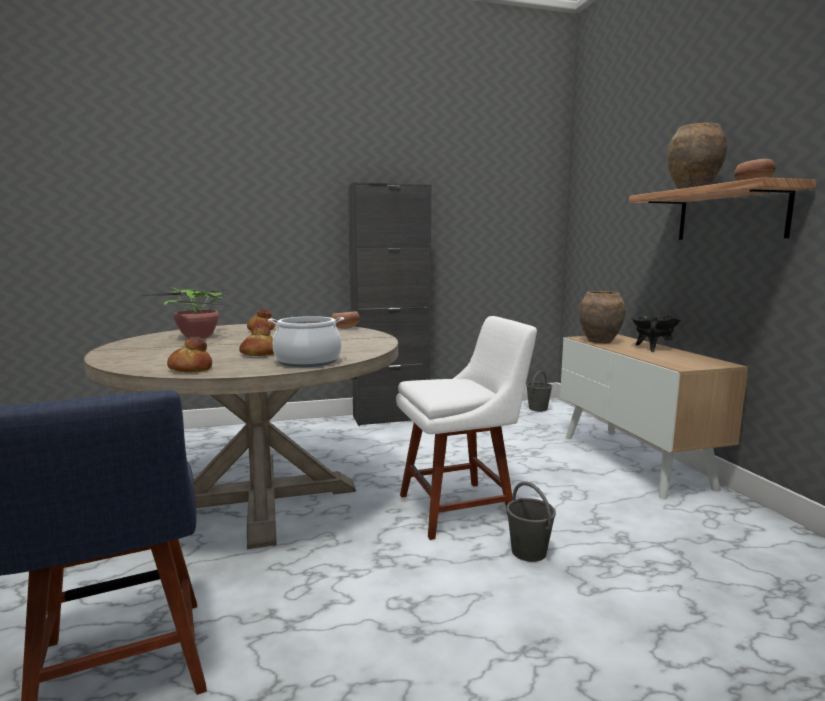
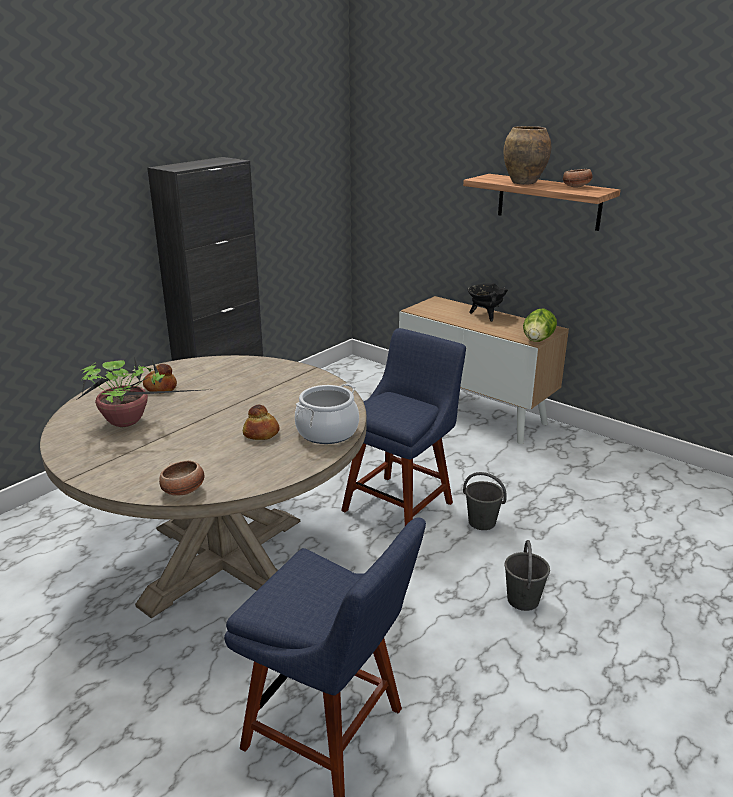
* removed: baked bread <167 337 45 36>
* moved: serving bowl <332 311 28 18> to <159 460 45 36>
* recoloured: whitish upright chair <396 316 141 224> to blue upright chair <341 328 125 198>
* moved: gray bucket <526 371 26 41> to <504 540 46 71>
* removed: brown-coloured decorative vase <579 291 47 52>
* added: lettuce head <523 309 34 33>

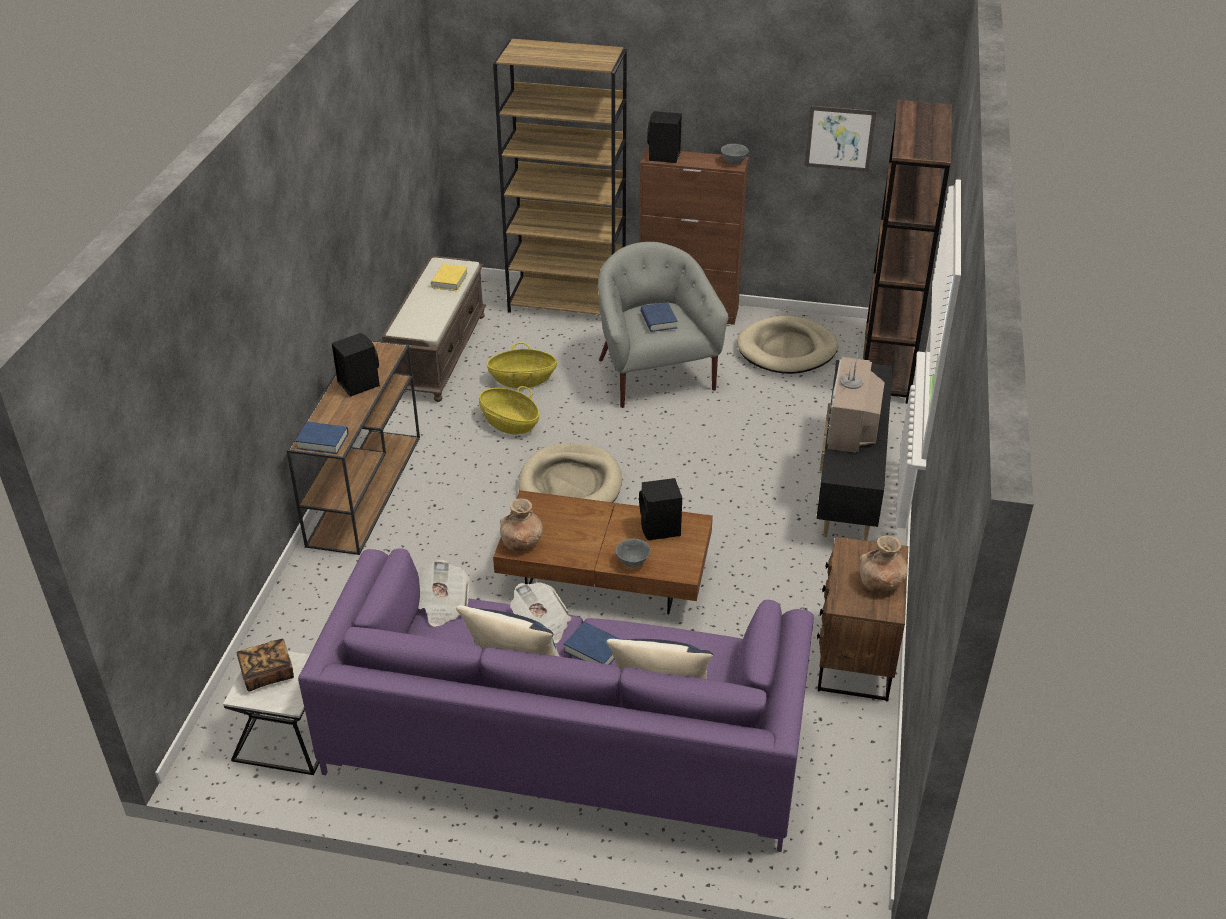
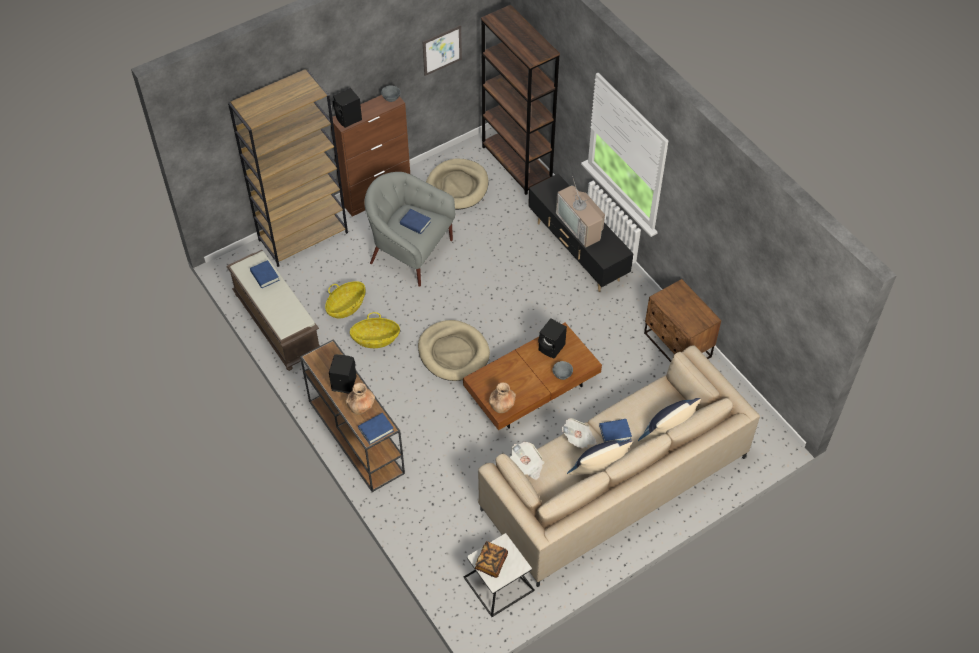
* recoloured: purplish sofa <298 548 516 304> to sand-coloured sofa <478 345 282 242>
* recoloured: yellow volume <431 264 37 27> to blue volume <250 260 30 28>
* moved: brown-coloured decorative vase <860 536 48 56> to <345 383 30 32>

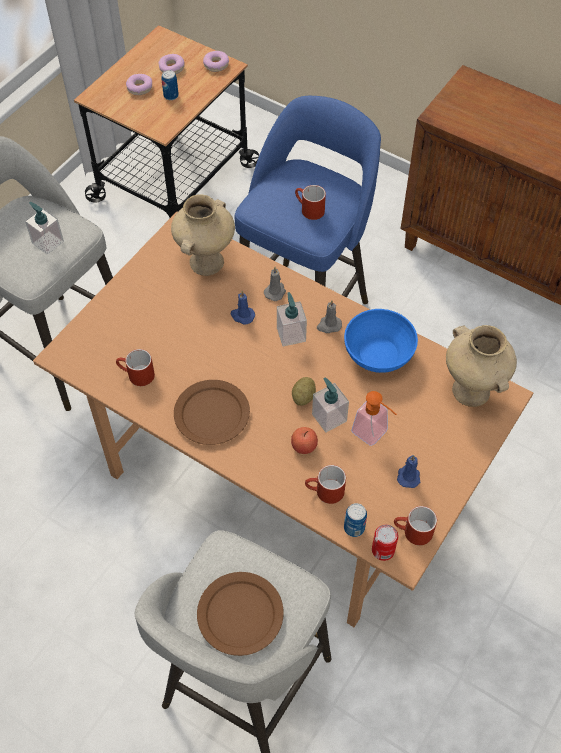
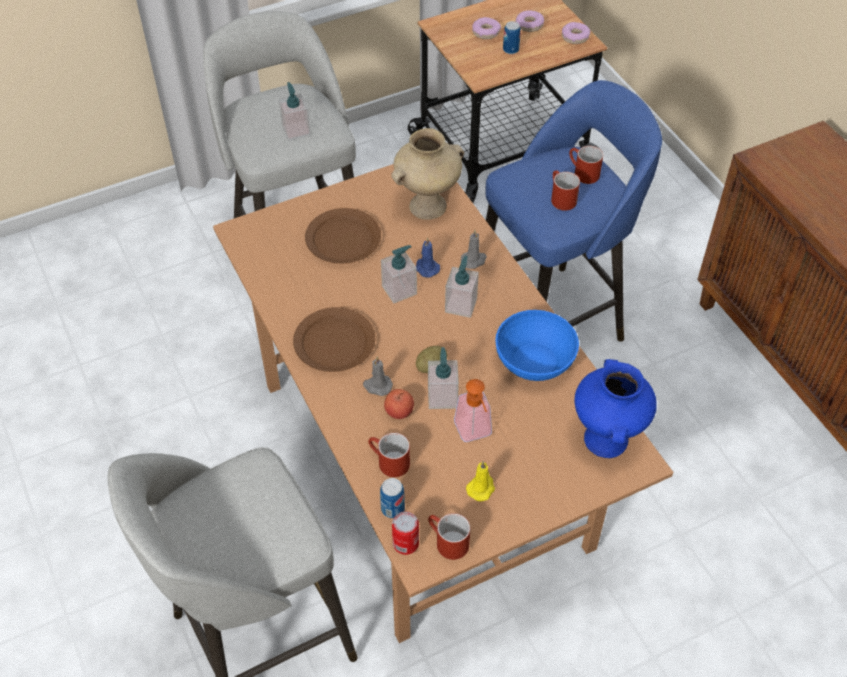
* moved: red-coloured coffee mug <116 349 39 37> to <569 146 34 38>
* moved: brown-coloured plate <197 572 87 84> to <305 208 76 56>
* moved: gray wax light <317 300 25 33> to <363 357 30 39>
* recoloured: blue wax light <397 455 23 33> to yellow wax light <466 461 29 41>
* recoloured: sand-coloured decorative vase <446 325 71 82> to blue decorative vase <575 359 82 99>
* added: soap dispenser <381 245 36 58>

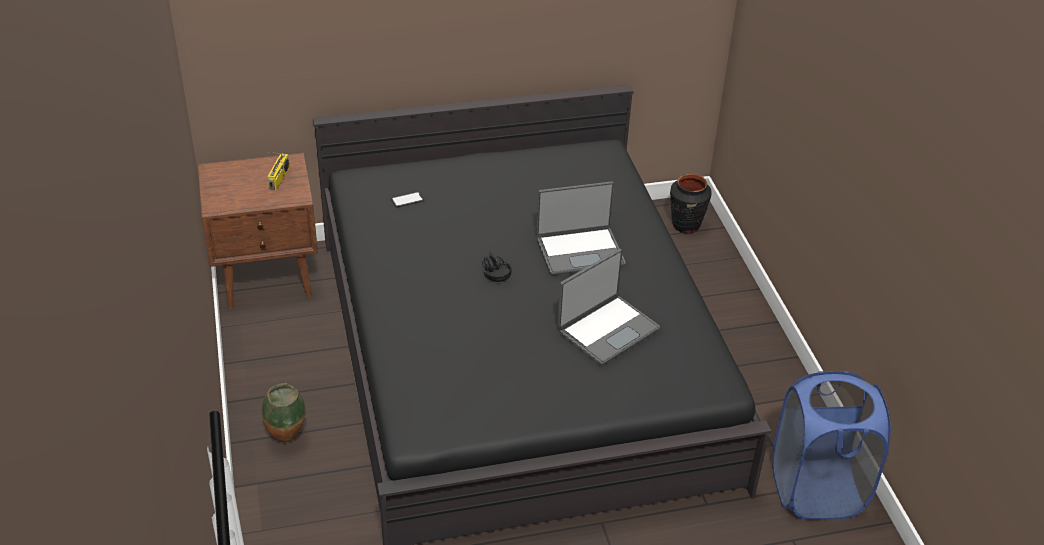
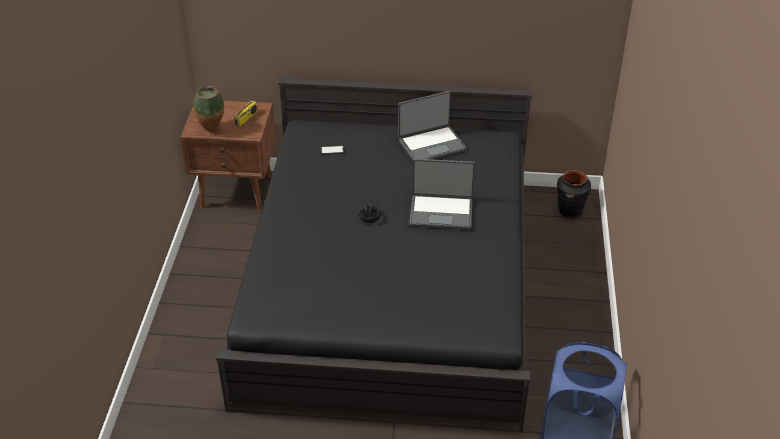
* moved: decorative vase <262 383 44 60> to <193 86 31 45>
* moved: laptop <557 249 103 117> to <398 91 69 69>

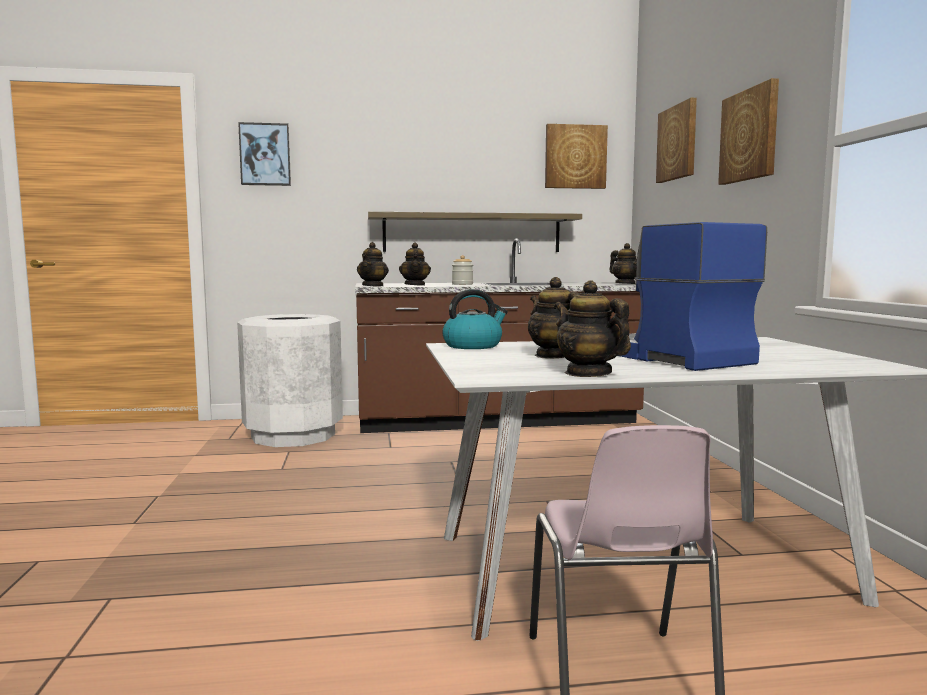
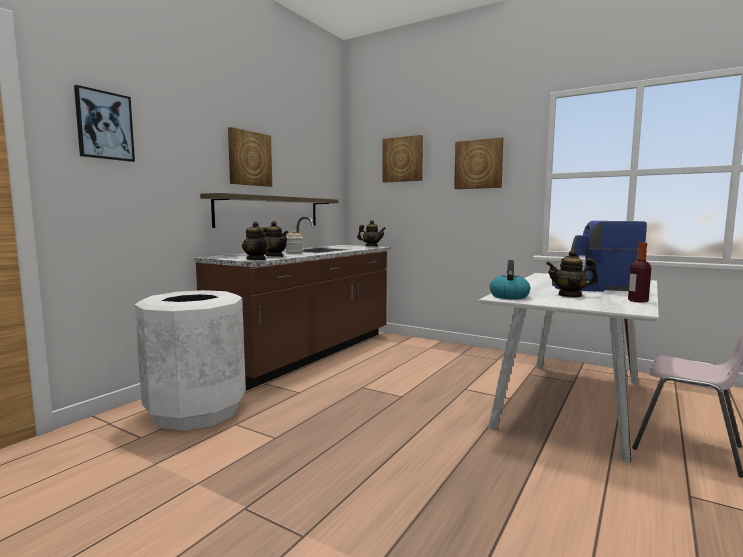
* moved: wall art <545 124 63 65> to <228 127 44 60>
* replaced: tea pot <554 280 77 97> to bottle <628 242 23 61>

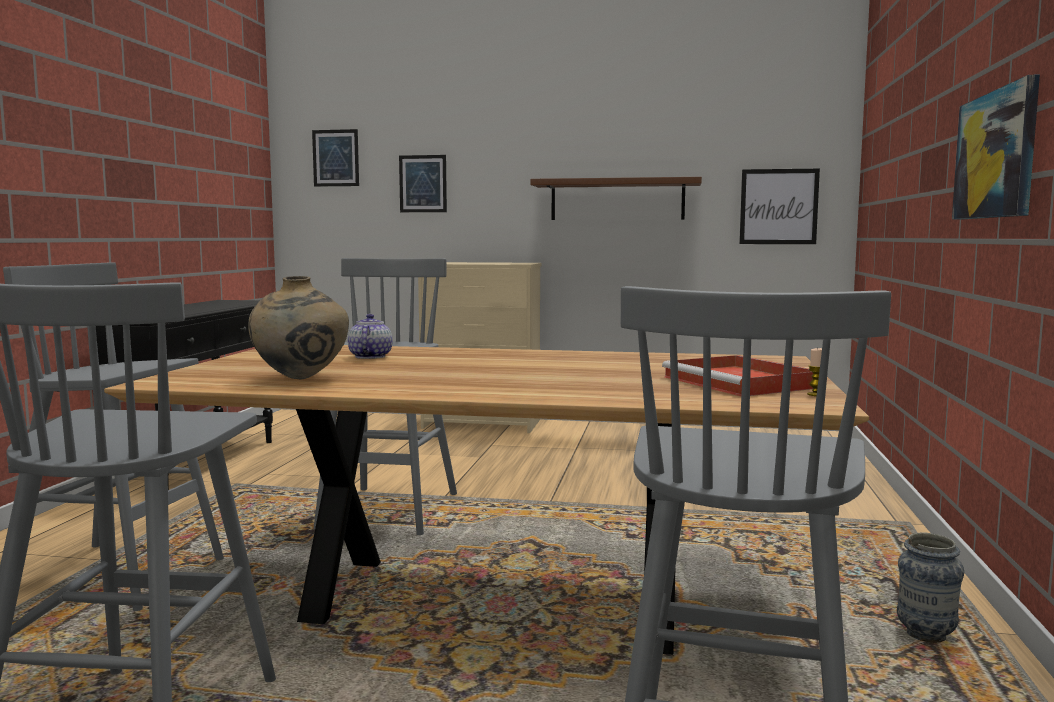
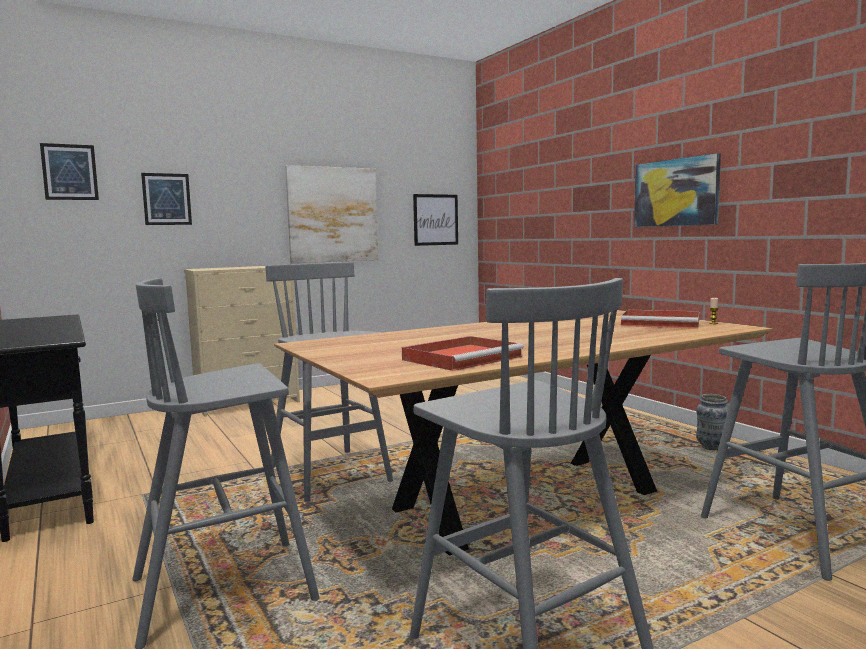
* replaced: sand-coloured decorative vase <248 276 101 103> to red-coloured carrying tray <402 336 122 35>
* removed: tea pot <348 314 45 45>
* replaced: brown-coloured shelf <530 177 172 43> to wall art <285 165 93 98>

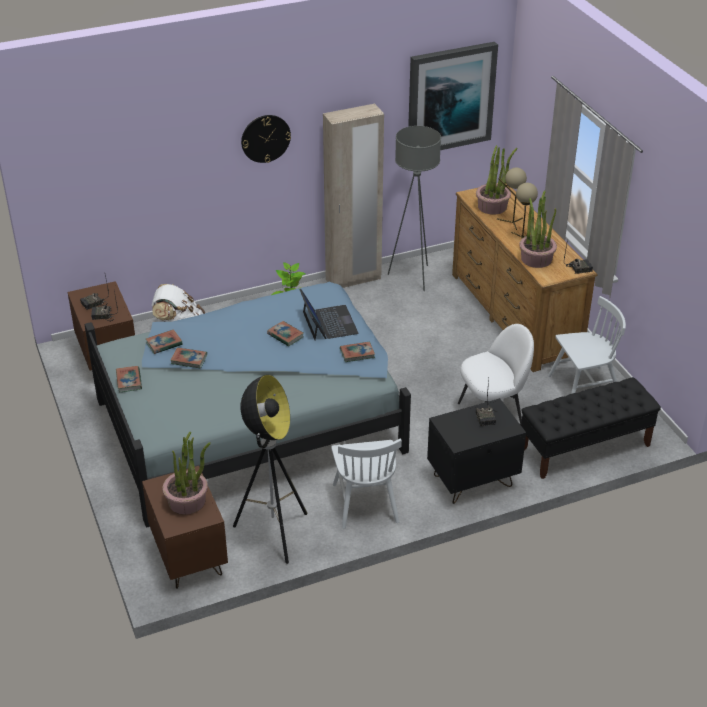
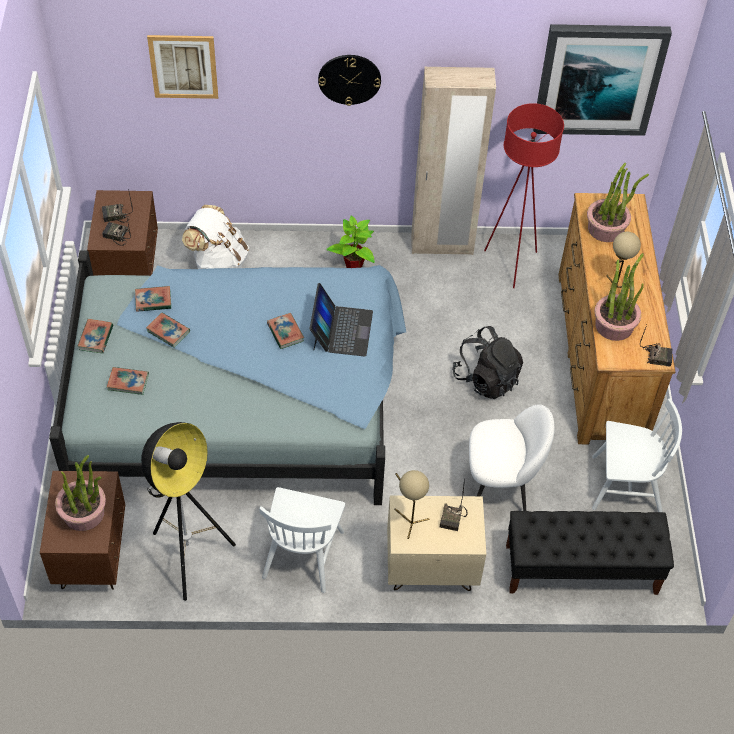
* moved: volume <340 342 35 20> to <107 367 42 28>
* recoloured: gray standing lamp <388 126 53 165> to red-coloured standing lamp <484 103 80 185>
* recoloured: blackish night table <427 398 99 106> to sand-coloured night table <387 496 99 95>
* moved: sand-coloured table lamp <497 167 30 63> to <394 470 35 69>
* added: wall art <147 35 71 64>
* added: blackish knapsack <452 326 71 73>

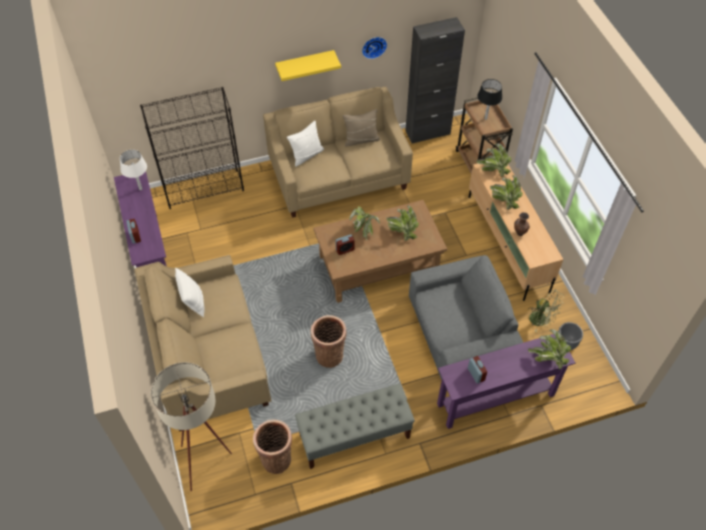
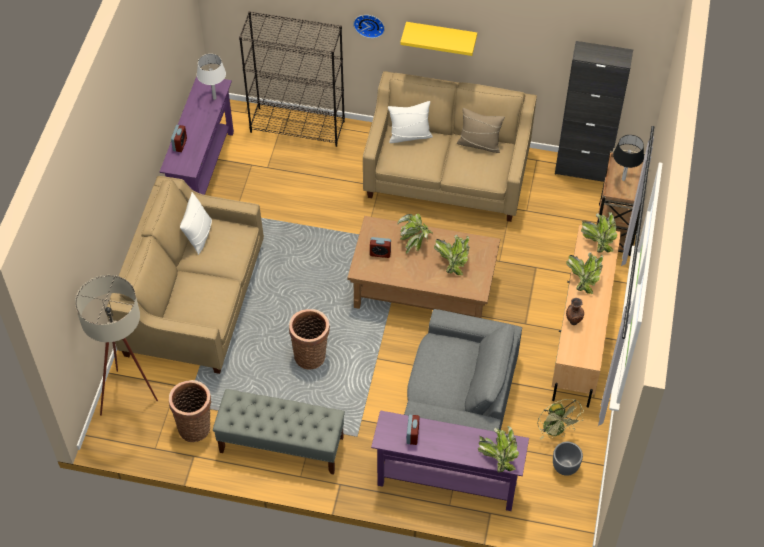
* moved: clock on the wall <362 37 25 22> to <353 15 32 23>

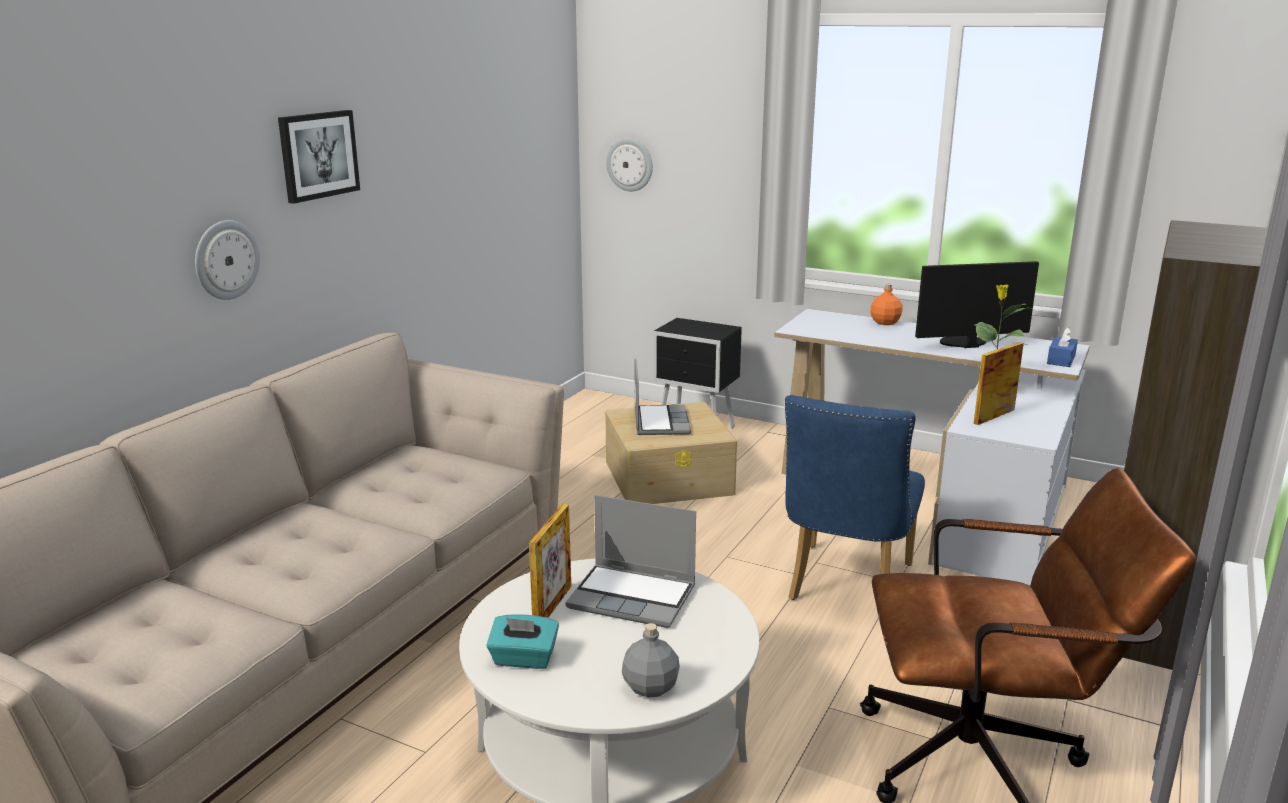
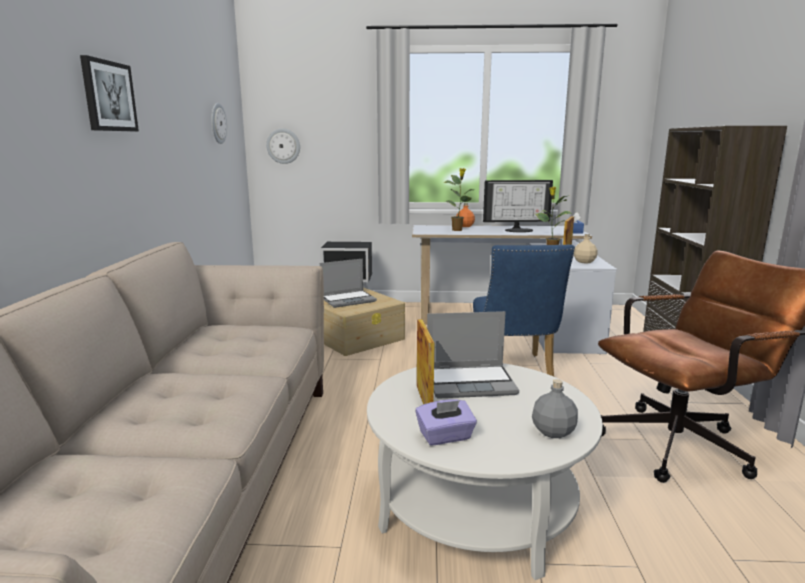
* moved: clock on the wall <195 220 65 80> to <211 103 16 41>
* recoloured: turquoise tissue holder <486 614 73 55> to purplish tissue holder <415 399 62 47>
* turned: laptop <635 358 56 77> = <320 259 57 49> 90 degrees clockwise
* turned: monitor <915 261 124 87> = <483 180 70 53> 150 degrees counterclockwise
* added: potted plant <444 168 29 63>
* added: sand-coloured bottle <574 234 24 29>

